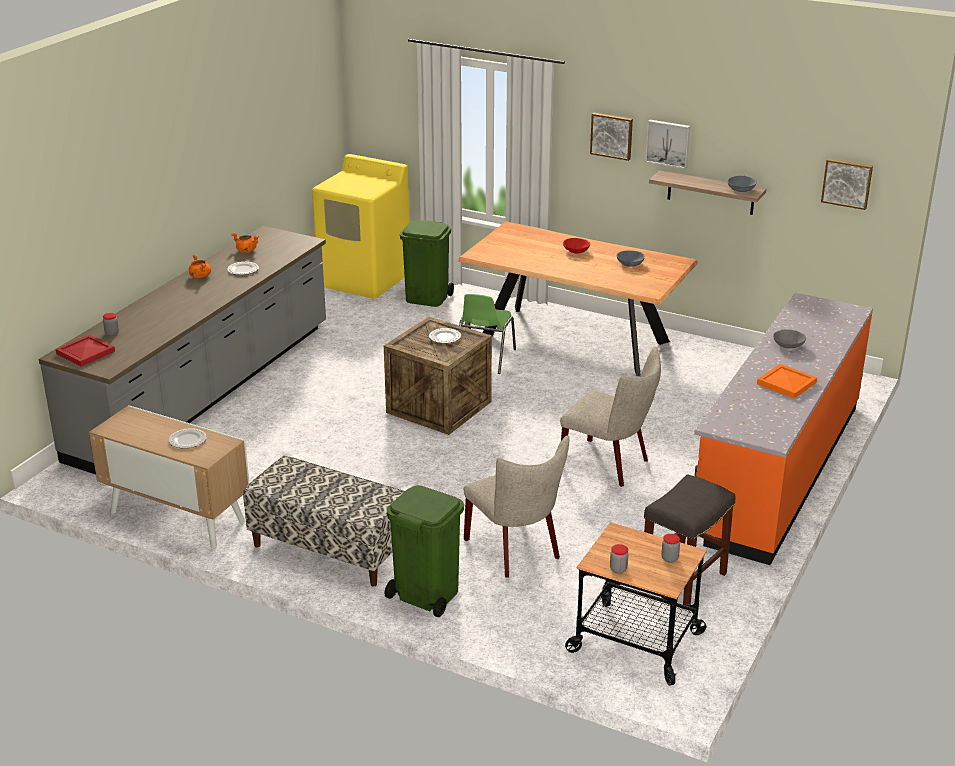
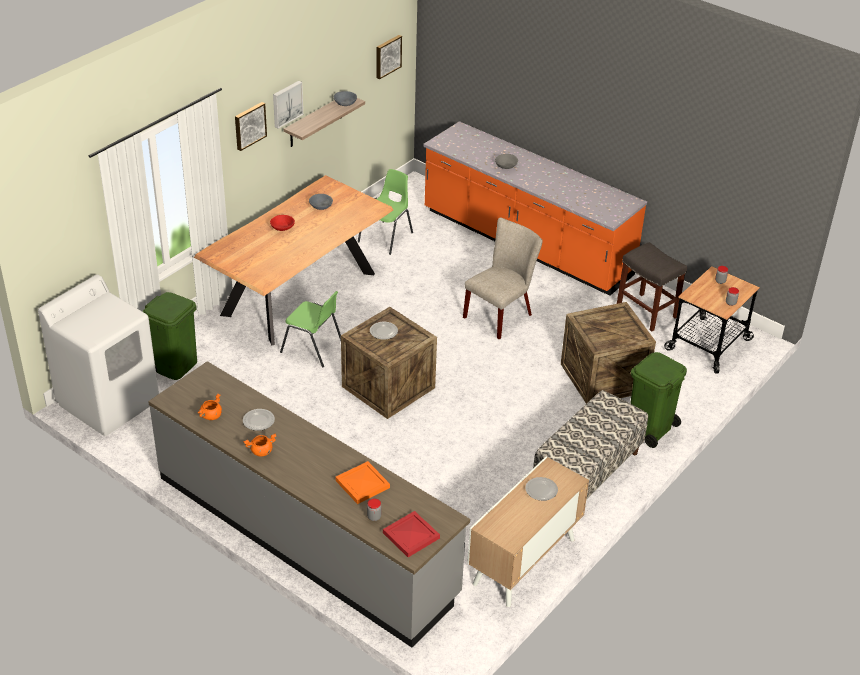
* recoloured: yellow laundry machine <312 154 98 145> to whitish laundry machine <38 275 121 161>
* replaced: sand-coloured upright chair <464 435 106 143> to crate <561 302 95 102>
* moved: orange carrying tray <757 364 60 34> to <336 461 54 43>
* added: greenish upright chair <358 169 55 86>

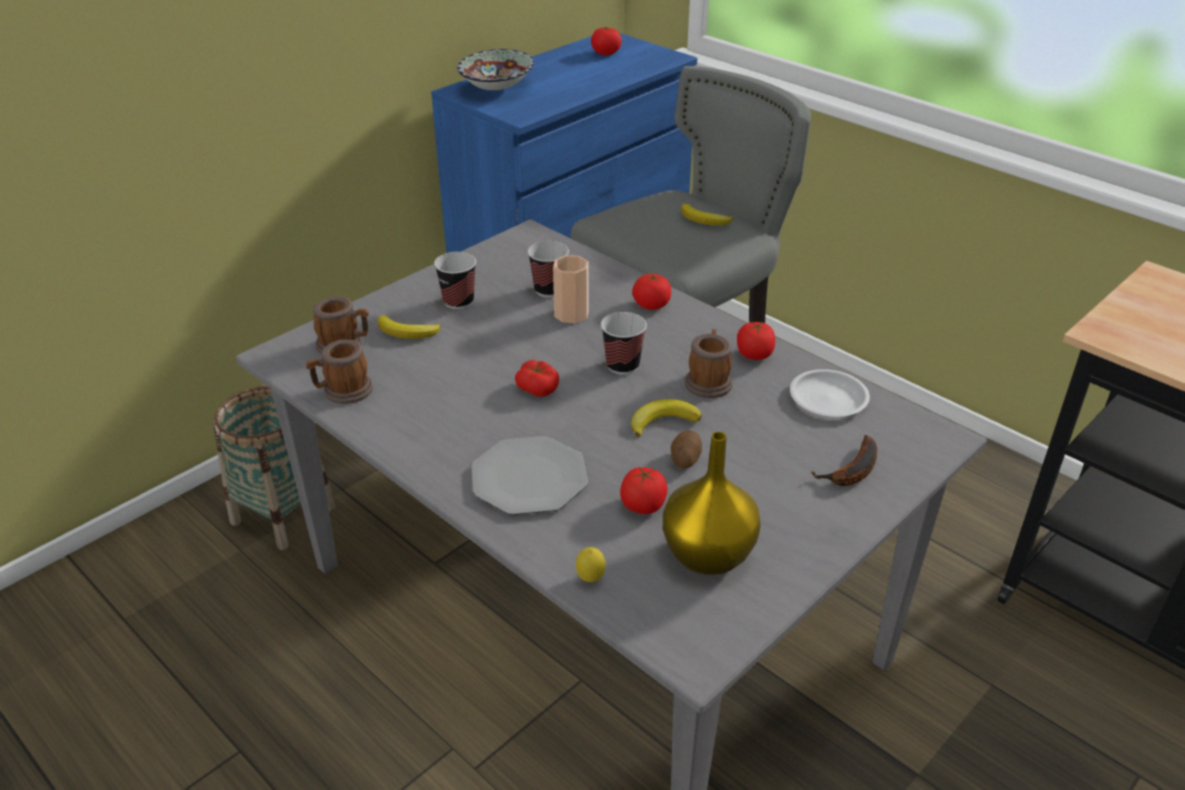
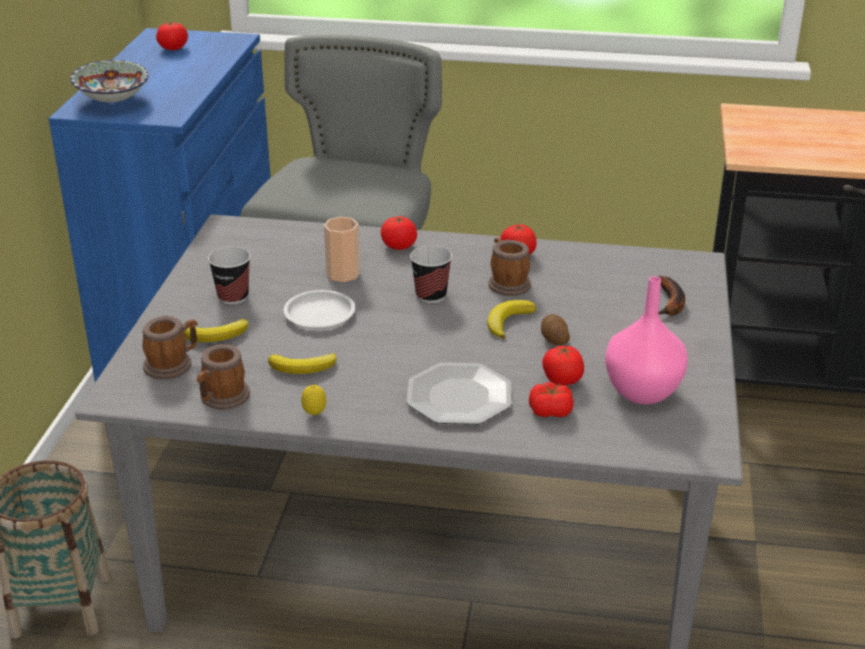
* moved: tomato <515 360 44 37> to <529 382 45 35>
* removed: cup <528 241 41 57>
* moved: lemon <576 547 29 35> to <301 385 25 30>
* recoloured: yellow decorative vase <663 432 98 143> to pinkish decorative vase <605 276 83 128>
* moved: banana fruit <681 204 52 21> to <268 353 68 21>
* moved: whitish plate <790 369 80 48> to <284 290 71 38>

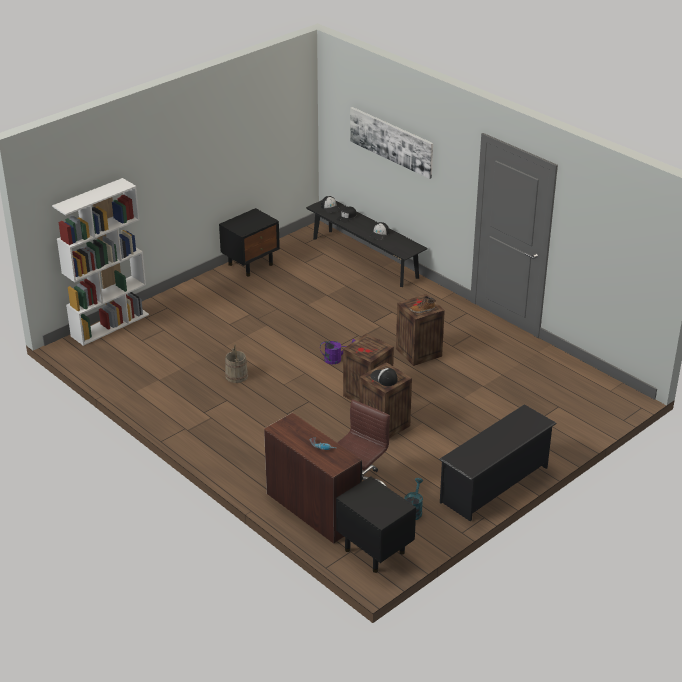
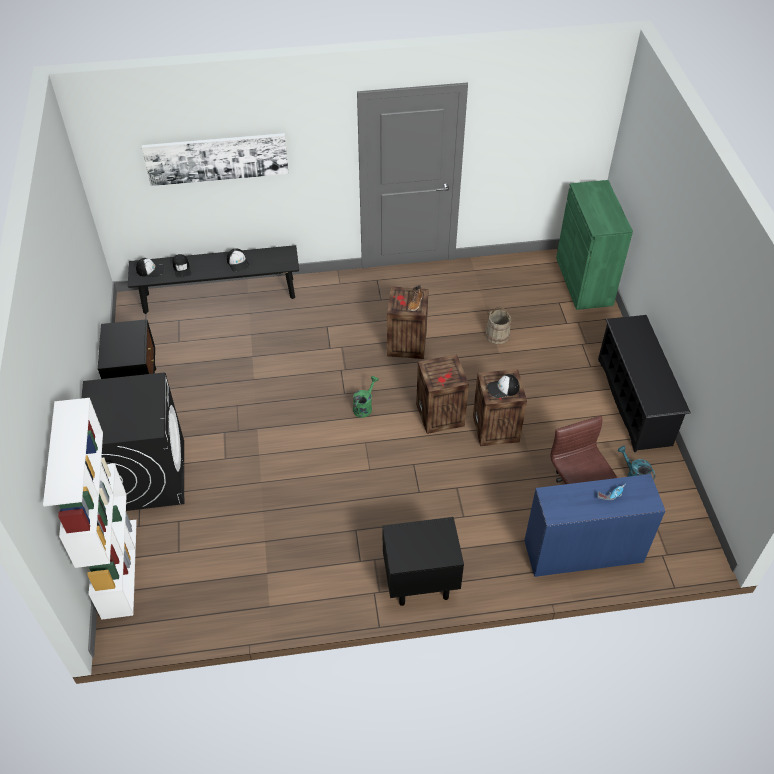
* moved: sand-coloured bucket <225 344 23 39> to <486 307 26 37>
* recoloured: brown-coloured desk <264 413 98 131> to blue desk <524 474 142 103>
* recoloured: purplish watering pot <320 339 36 25> to greenish watering pot <353 376 26 42>
* moved: blackish night table <336 477 80 96> to <383 517 81 89>
* added: blackish laundry machine <81 372 103 139>
* added: greenish storage cabinet <556 180 77 130>

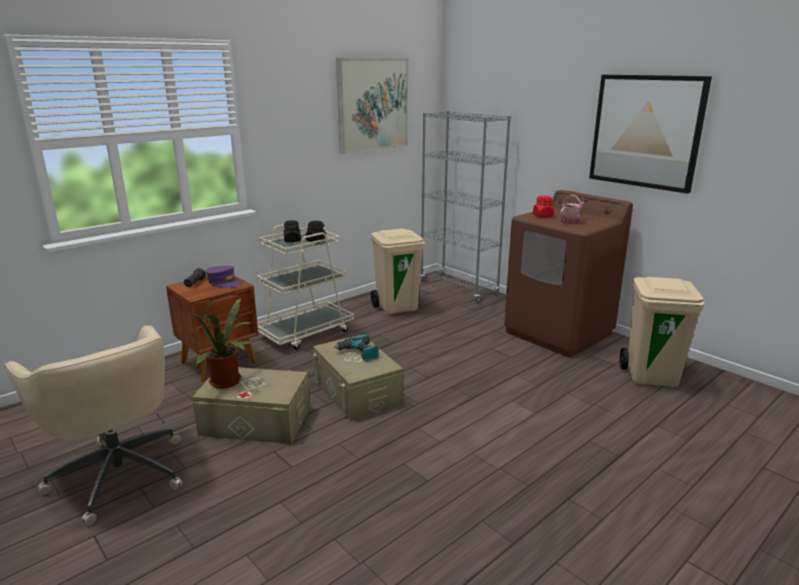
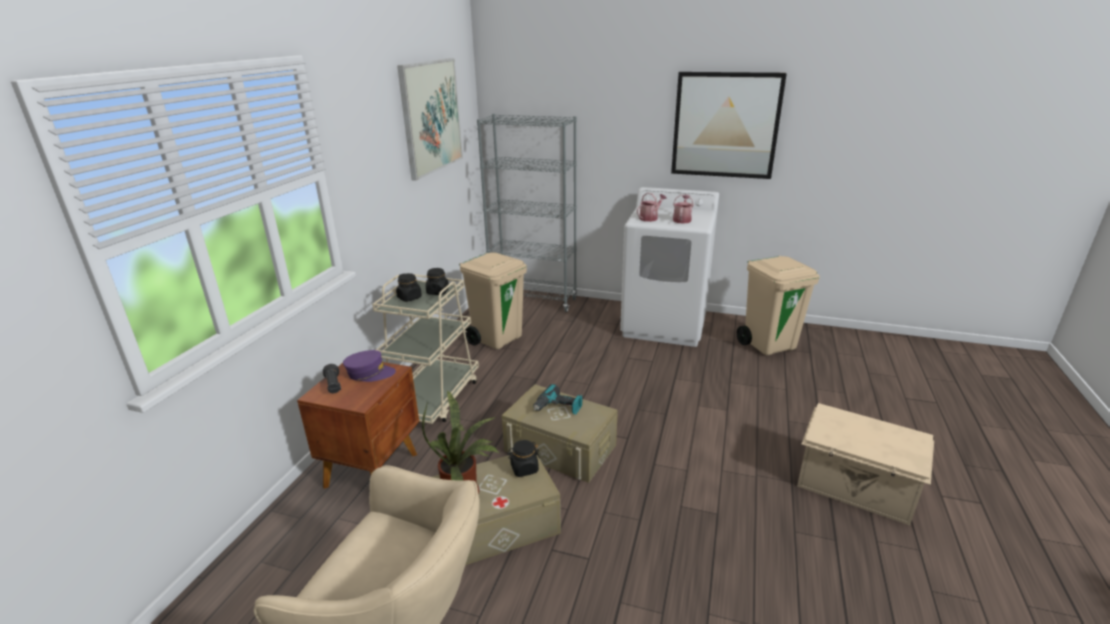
* recoloured: brown-coloured laundry machine <504 190 129 168> to whitish laundry machine <620 187 99 160>
* replaced: red-coloured jar <533 195 21 23> to watering pot <637 193 30 29>
* added: blackish jar <507 440 33 37>
* added: sand-coloured storage container <797 403 137 122>

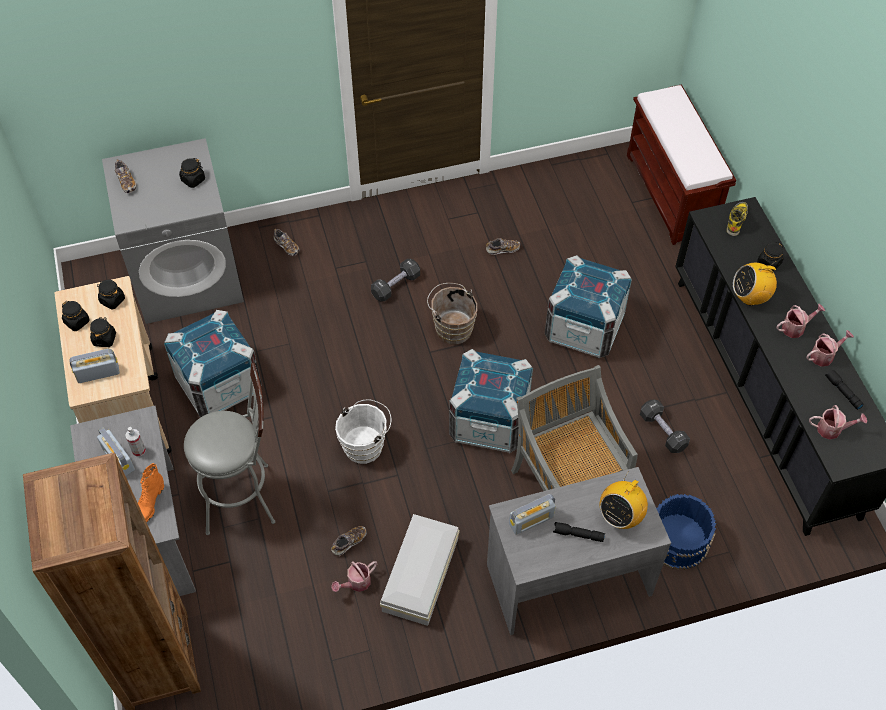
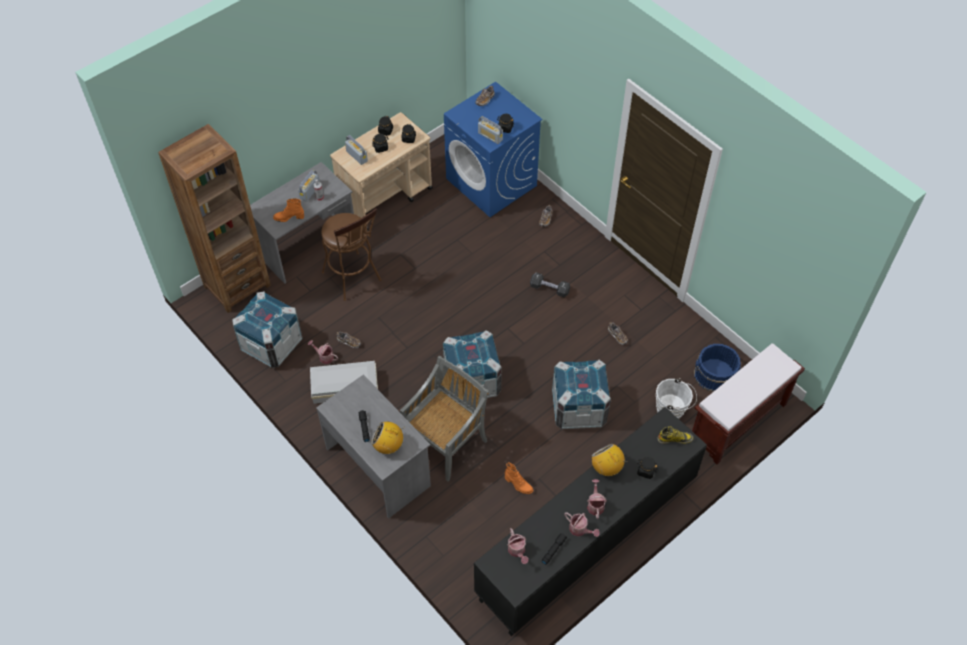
* recoloured: gray laundry machine <102 138 142 186> to blue laundry machine <444 82 98 135>
* moved: crate <164 310 98 107> to <232 291 70 77>
* recoloured: gray sitting stool <184 363 91 172> to brown-coloured sitting stool <321 208 60 93>
* moved: whitish bucket <335 399 56 65> to <656 378 41 41>
* removed: brown-coloured bucket <427 283 50 62>
* moved: radio set <509 494 47 41> to <478 116 25 28>
* replaced: blackish dumbbell <640 400 50 53> to orange boot <505 463 28 31>
* moved: blue bucket <656 494 60 76> to <694 344 47 48>
* turned: watering pot <776 304 49 34> = <587 479 20 40> 135 degrees counterclockwise

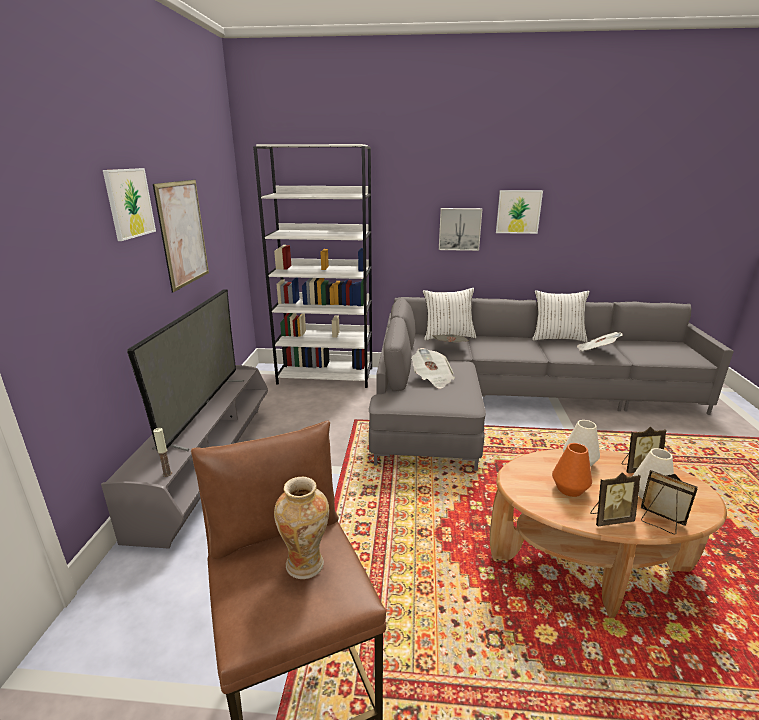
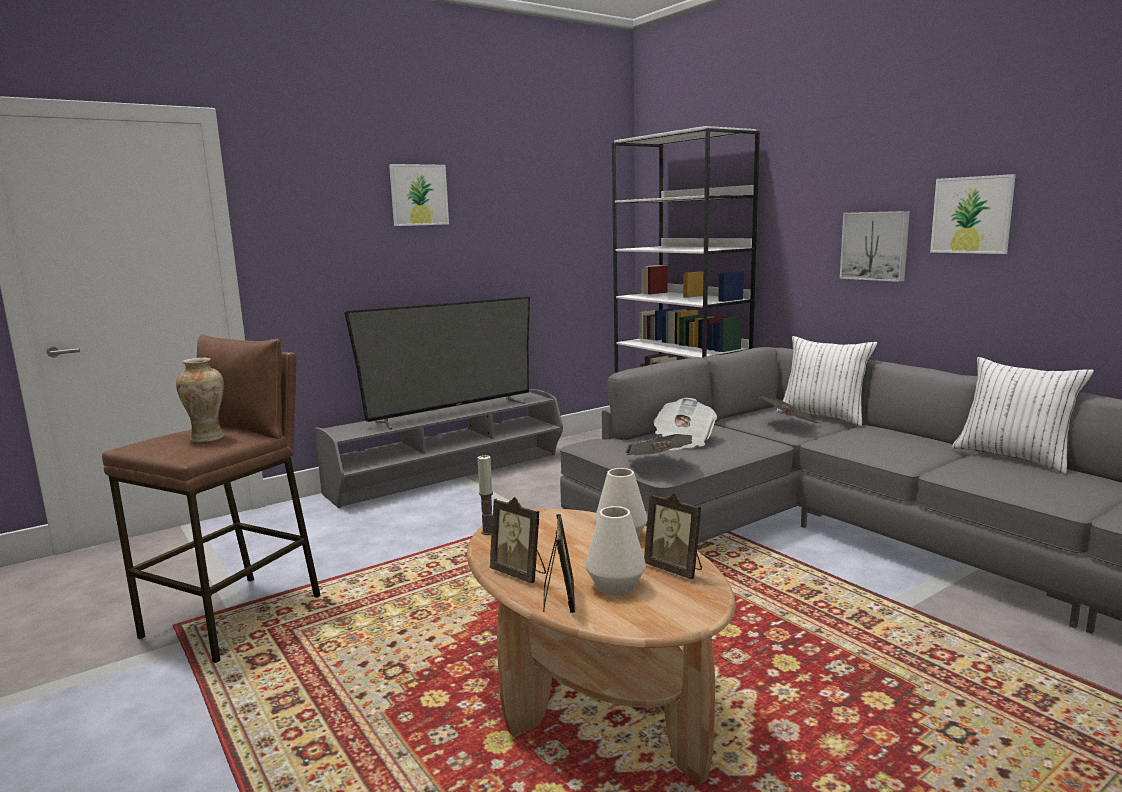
* removed: wall art <153 180 56 112>
* moved: wax light <153 428 19 49> to <478 455 15 80>
* removed: orange decorative vase <552 443 40 54>
* moved: printed paper <577 332 46 19> to <626 434 66 21>

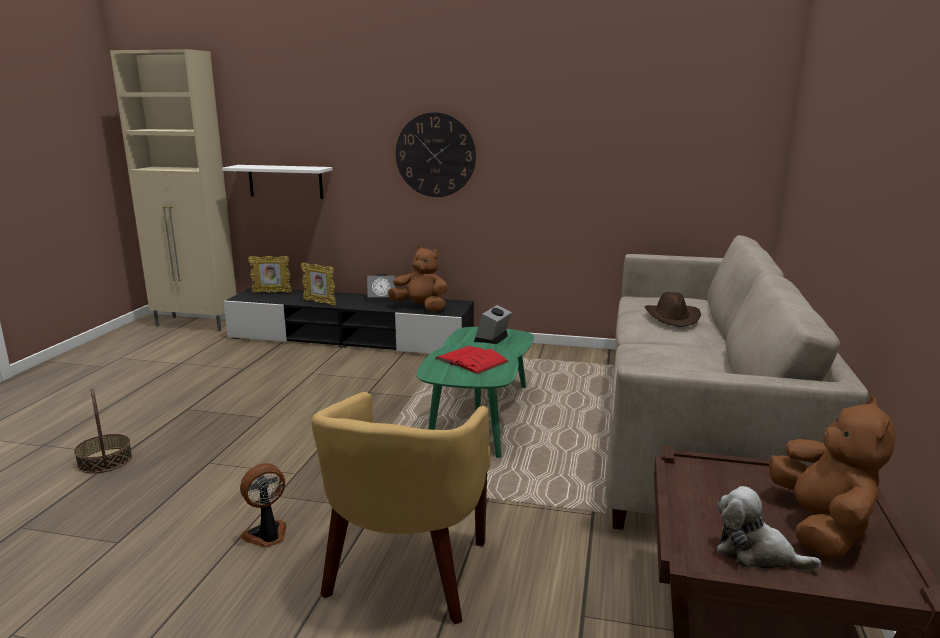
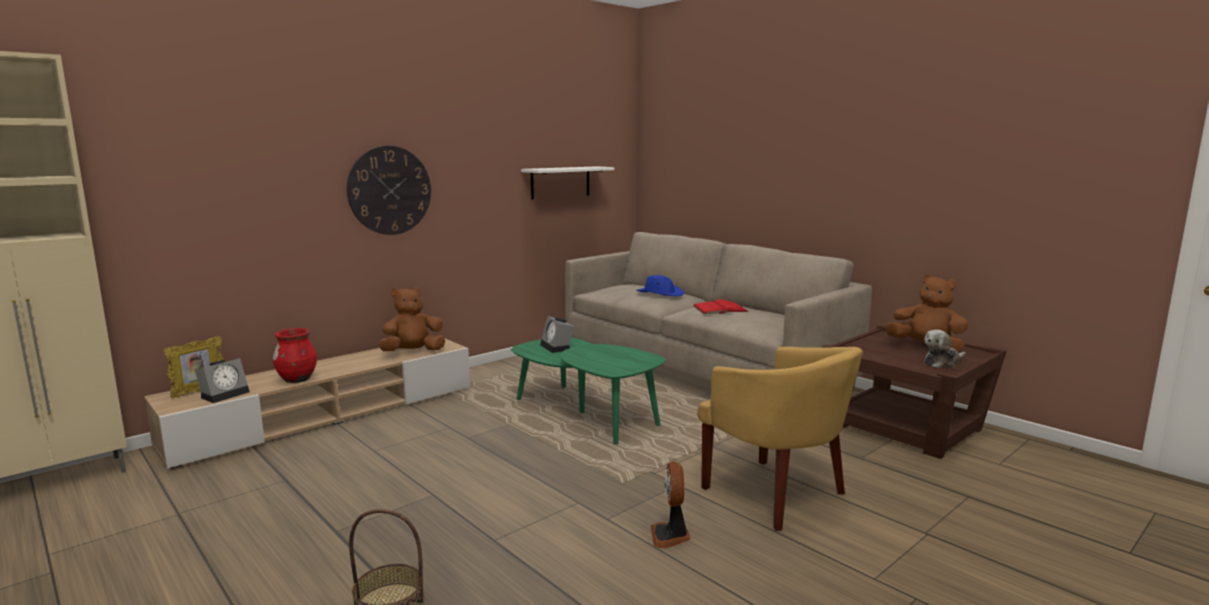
* moved: whitish shelf <222 165 110 34> to <521 166 93 33>
* recoloured: blackish tv stand <223 287 251 67> to sand-coloured tv stand <144 338 326 131>
* replaced: picture frame <300 262 36 43> to red-coloured decorative vase <273 328 44 55>
* moved: table clock <367 274 29 29> to <195 358 55 45>
* moved: red-coloured volume <435 346 74 28> to <693 299 56 15>
* recoloured: brown-coloured clothing hat <644 292 57 35> to blue clothing hat <636 275 48 21>

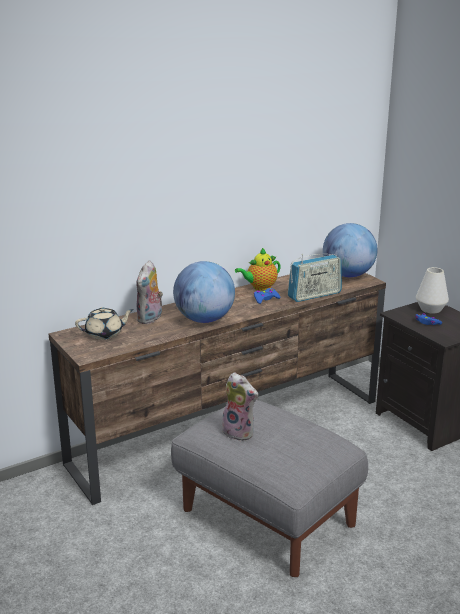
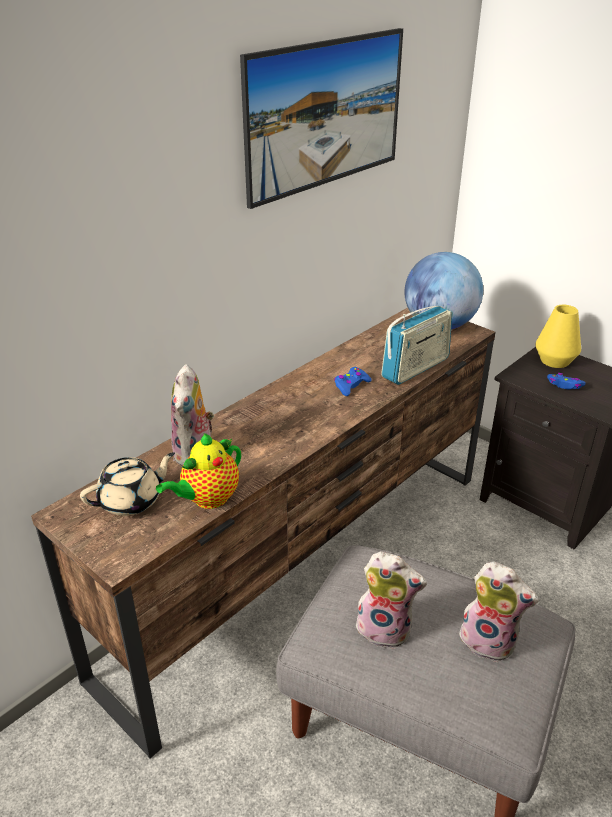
* removed: desk globe <173 261 62 62>
* moved: tea pot <235 248 46 43> to <156 433 85 76>
* recoloured: whitish decorative vase <416 267 33 46> to yellow decorative vase <535 305 46 63>
* added: wall art <240 28 163 181>
* added: plush toy <459 561 80 102>

